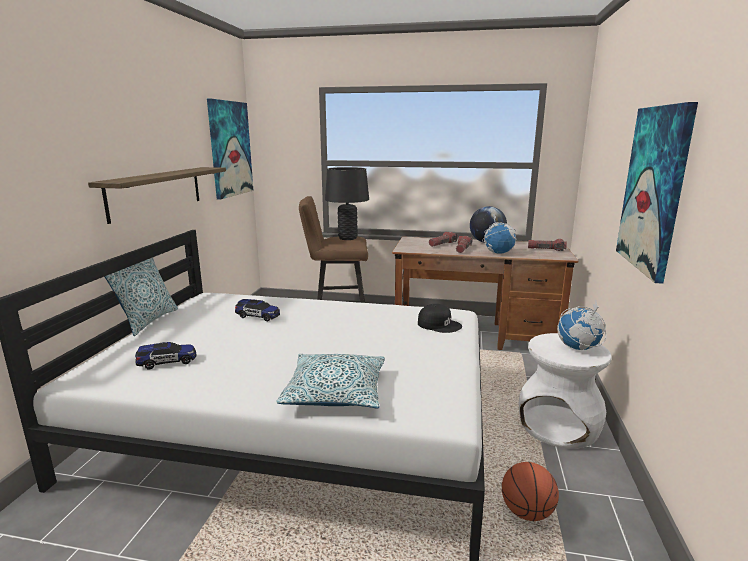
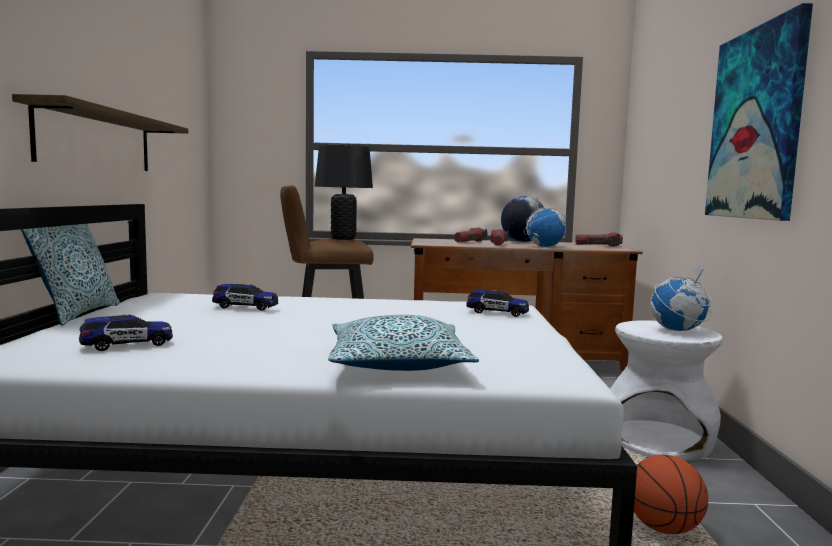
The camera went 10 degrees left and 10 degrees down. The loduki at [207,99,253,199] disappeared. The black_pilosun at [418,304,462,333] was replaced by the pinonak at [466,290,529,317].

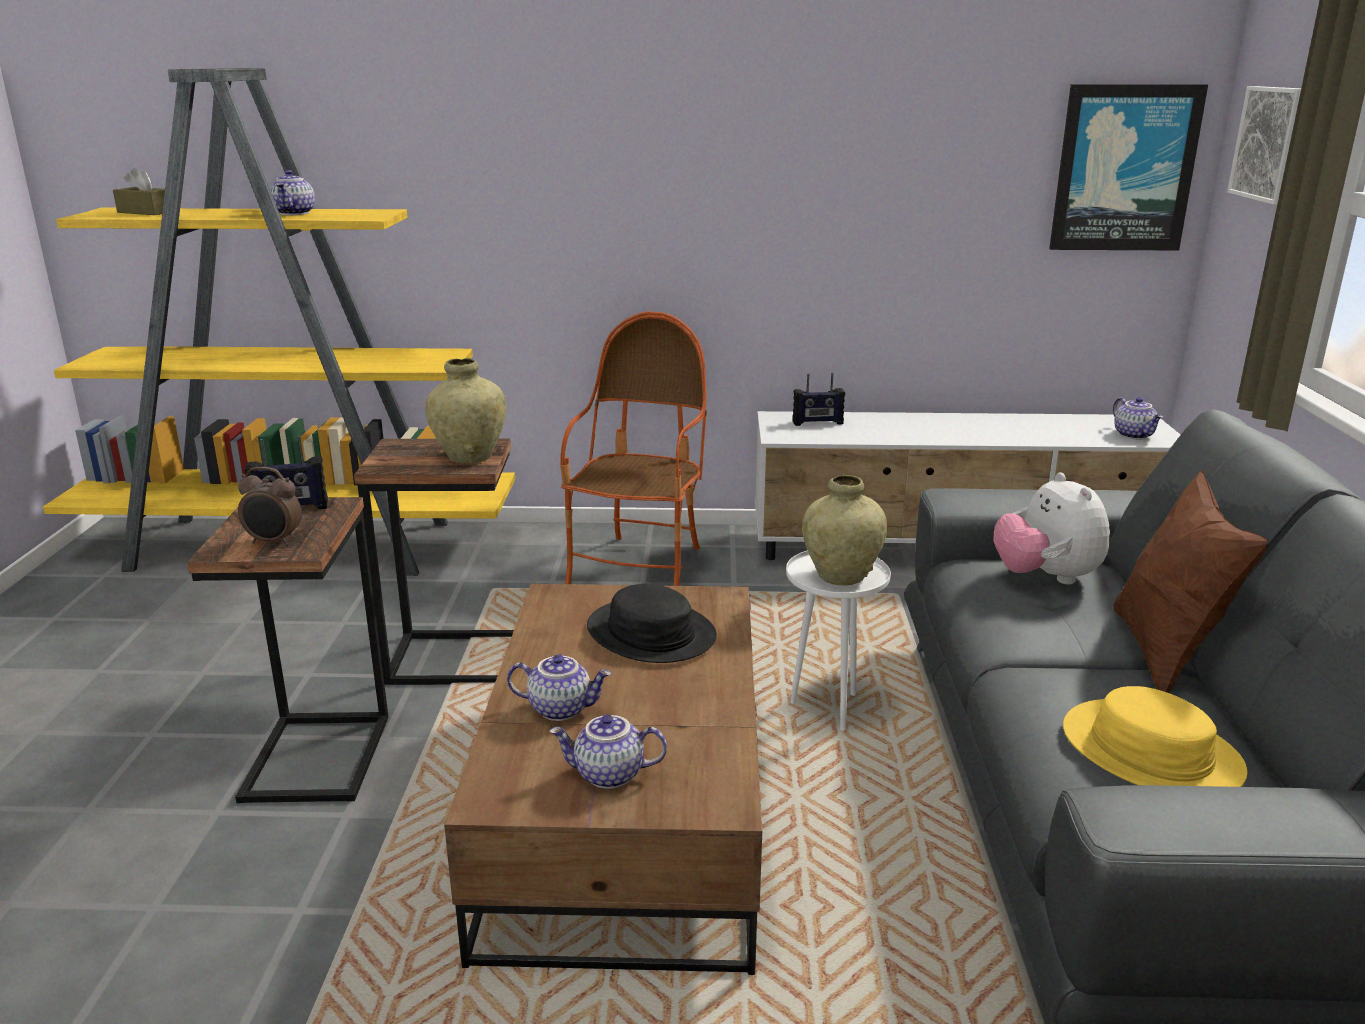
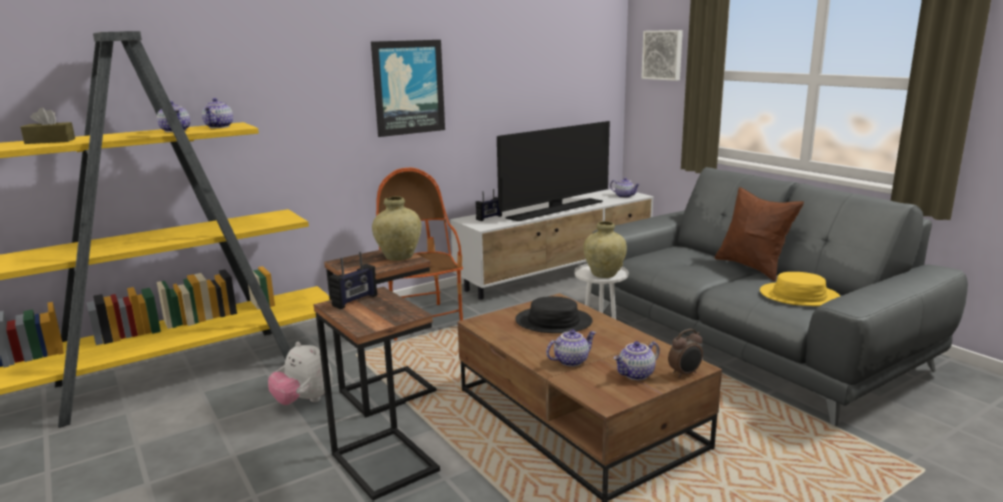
The camera went 35 degrees left and 5 degrees down. The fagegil at [202,98,233,128] appeared. The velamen at [497,121,610,221] appeared. The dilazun moved from [238,467,302,546] to [668,329,703,378]. The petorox moved from [994,472,1110,585] to [268,342,333,405]. The loduki moved from [1049,84,1208,250] to [371,40,445,137].

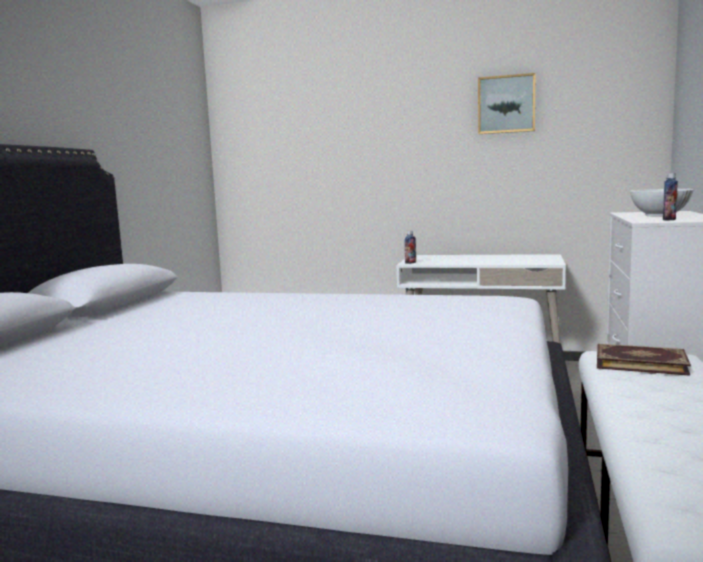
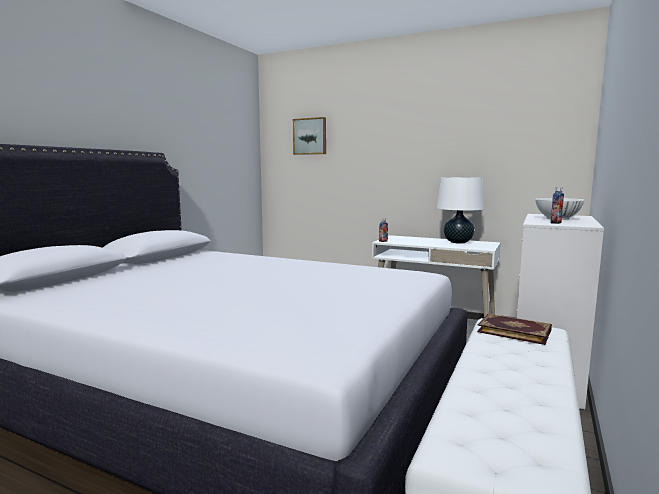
The camera went 10 degrees right and 0 degrees up. The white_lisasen at [437,177,484,244] appeared. The loduki moved from [478,73,535,134] to [293,117,326,155].

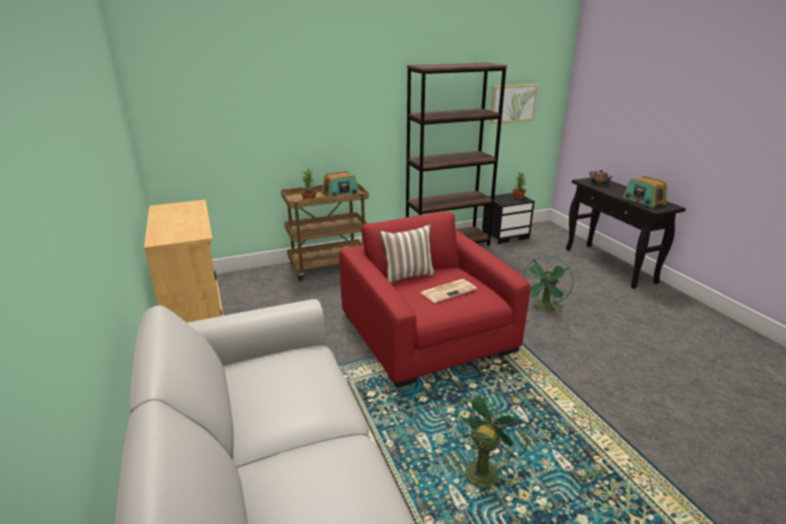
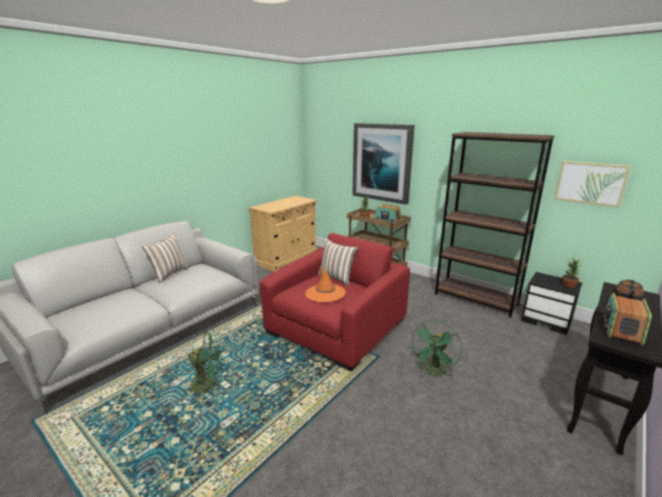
The camera went 60 degrees right and 5 degrees down. The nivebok at [142,234,188,283] appeared. The loduki at [353,123,415,205] appeared. The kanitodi at [420,279,477,303] was replaced by the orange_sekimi at [305,268,346,302]. The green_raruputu at [524,256,574,312] turned 60 degrees counterclockwise.

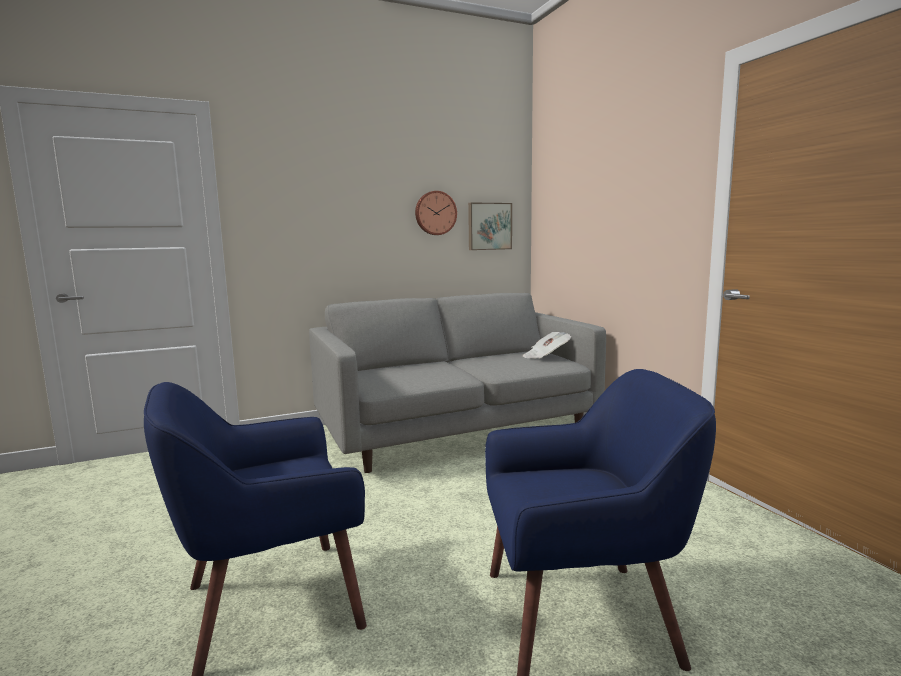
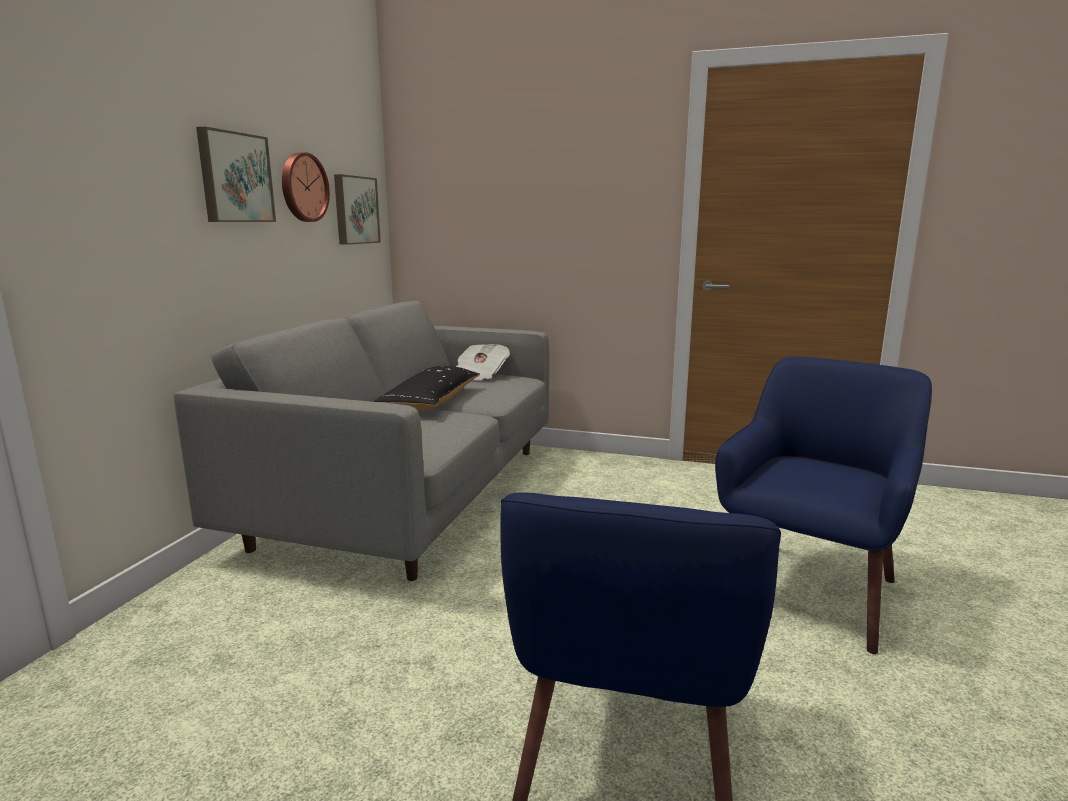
The camera went 50 degrees left and 5 degrees up. The loduki at [196,127,276,222] appeared. The black_nivebok at [374,366,480,411] appeared.

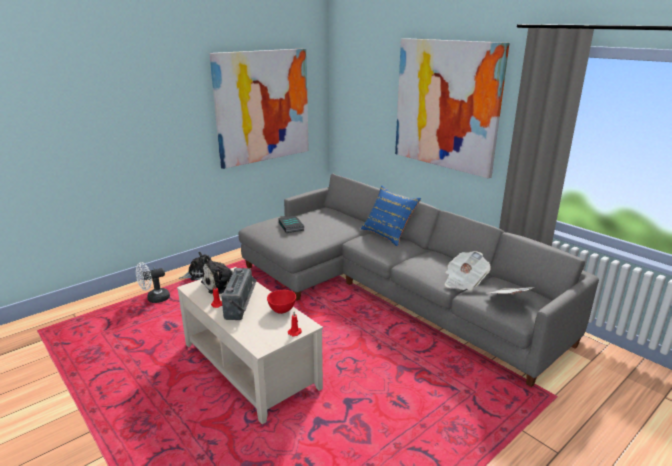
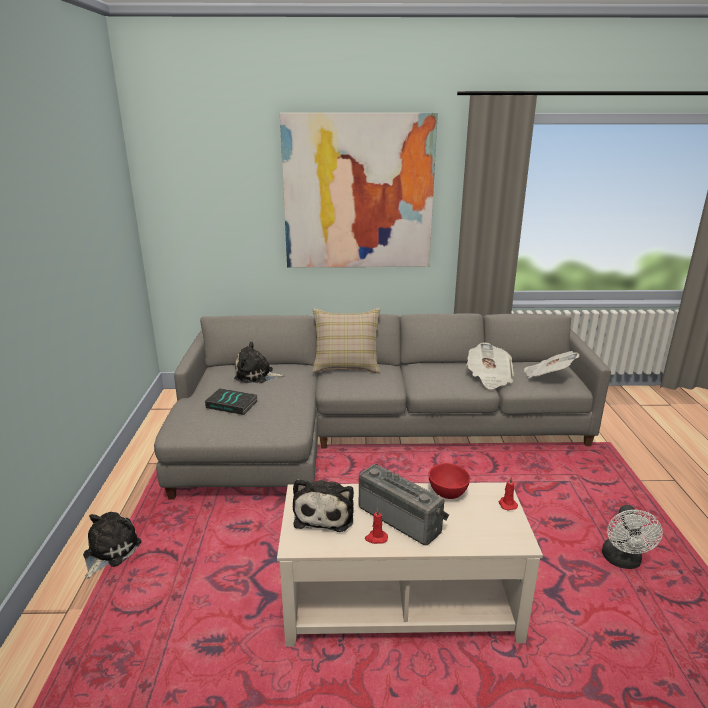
The camera went 50 degrees left and 0 degrees up. The loduki at [209,48,309,169] disappeared. The petorox at [234,341,285,383] appeared. The white_raruputu moved from [136,262,170,303] to [602,505,663,569]. The blue_nivebok at [361,186,421,246] became the beige_nivebok at [312,308,381,373].

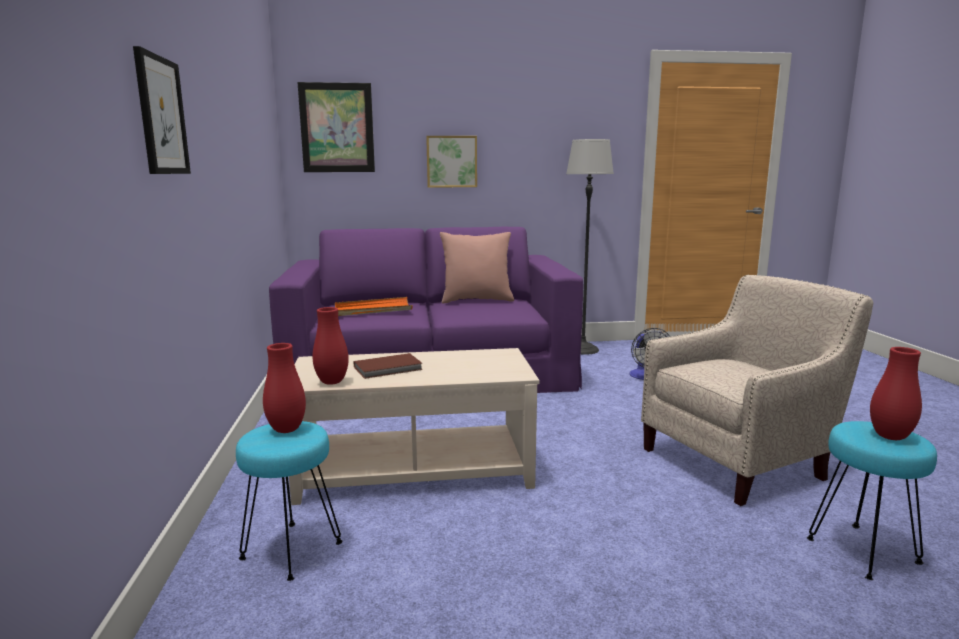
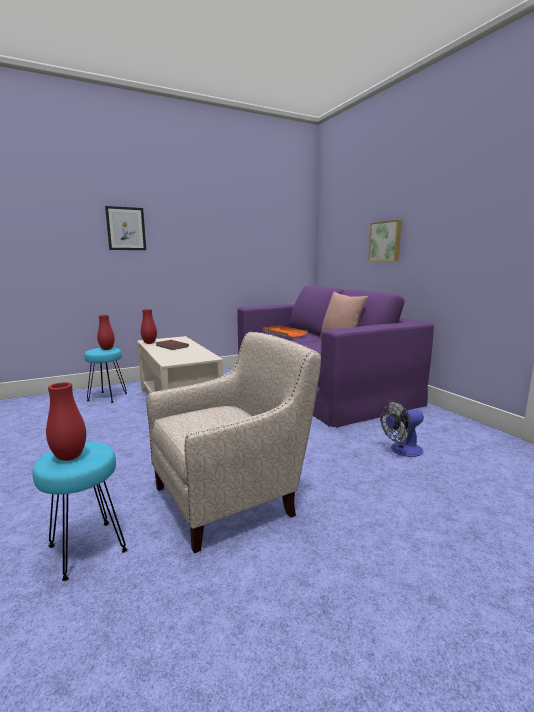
The camera went 70 degrees right and 0 degrees up. The loduki at [297,82,375,172] disappeared. The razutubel at [566,139,614,355] disappeared. The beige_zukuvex at [641,275,873,506] turned 75 degrees counterclockwise.

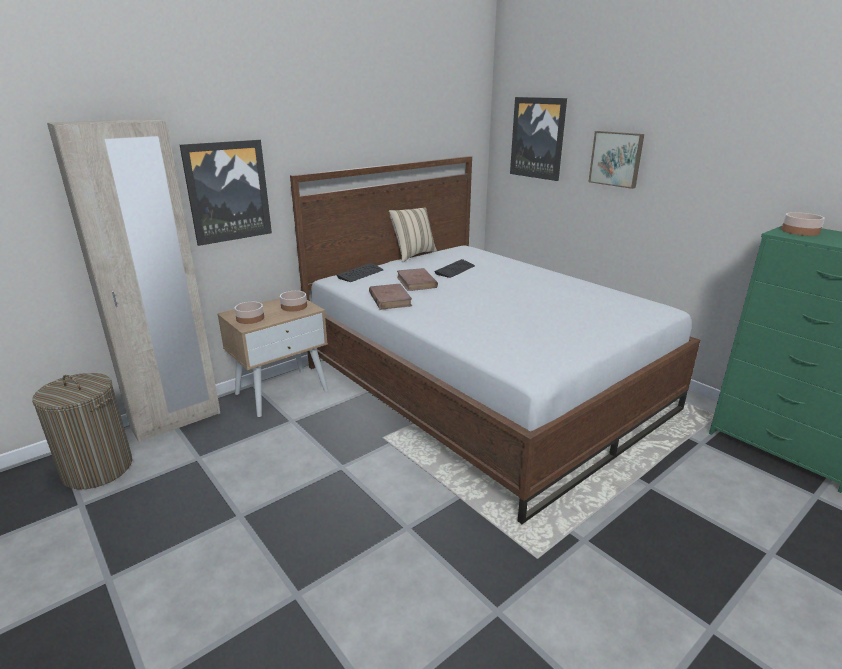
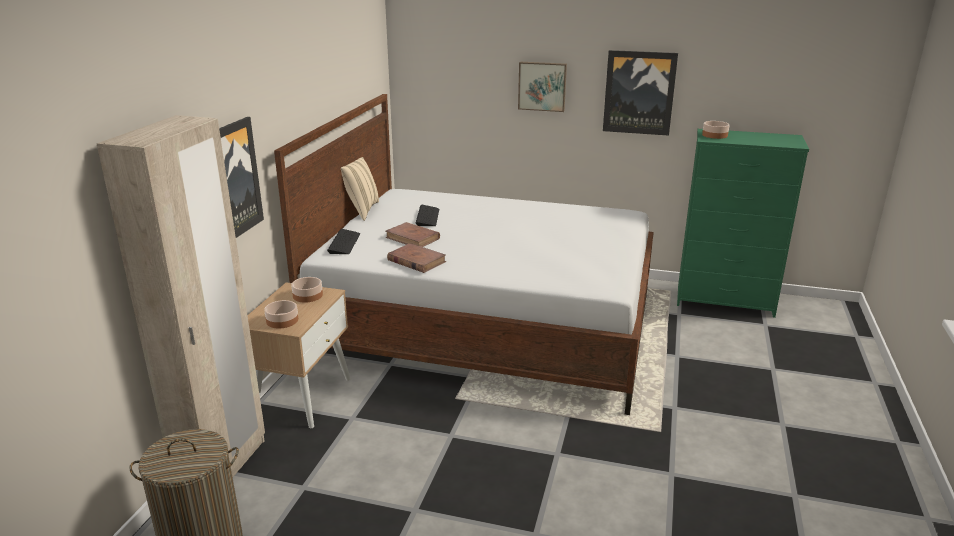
The camera went 35 degrees left and 0 degrees up. The loduki moved from [510,97,567,181] to [603,50,678,136].

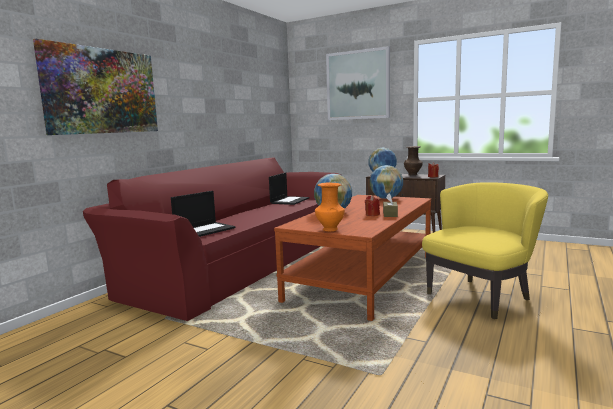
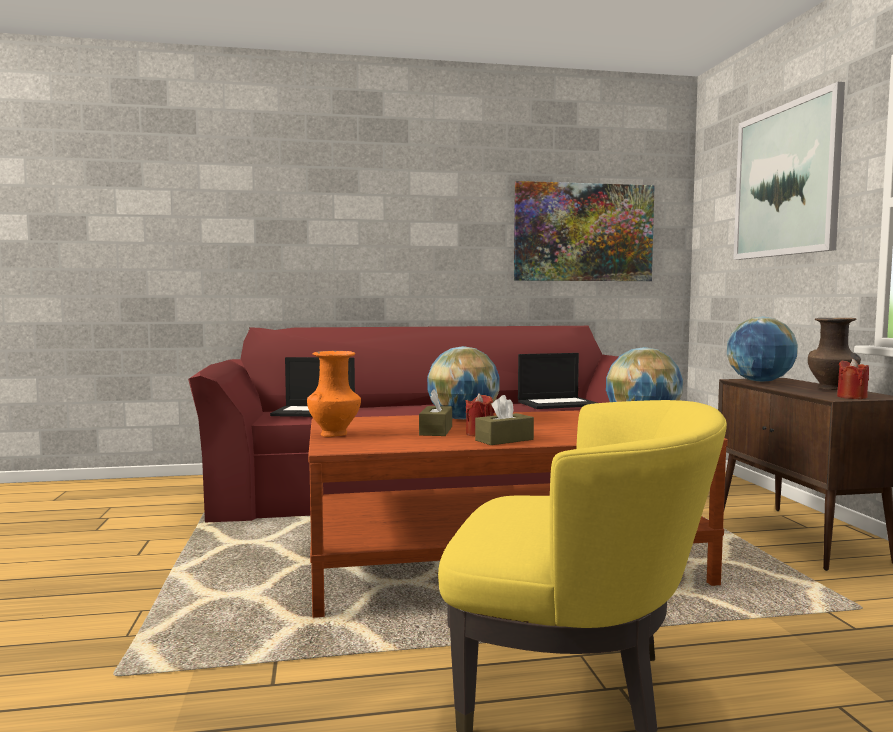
The camera went 50 degrees right and 5 degrees down. The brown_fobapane at [419,389,452,436] appeared. The loduki moved from [33,39,158,135] to [514,181,655,281].

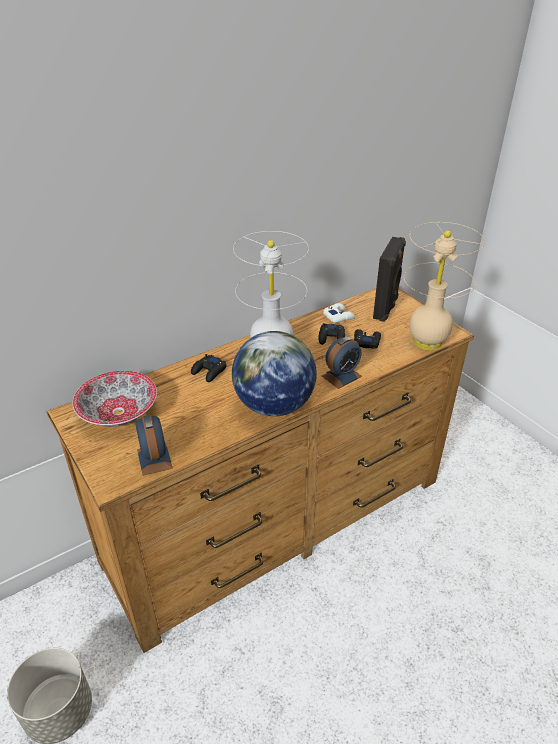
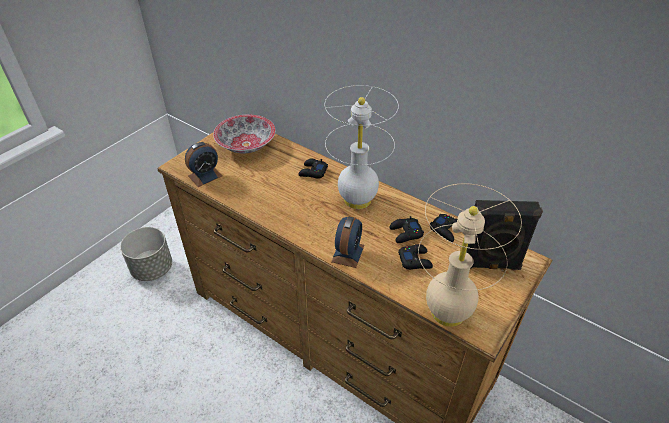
The camera went 70 degrees right and 5 degrees up. The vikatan at [232,331,317,417] disappeared. The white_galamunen at [323,303,355,323] became the black_galamunen at [430,214,457,242]. The dilazun at [322,337,362,389] turned 105 degrees counterclockwise.

